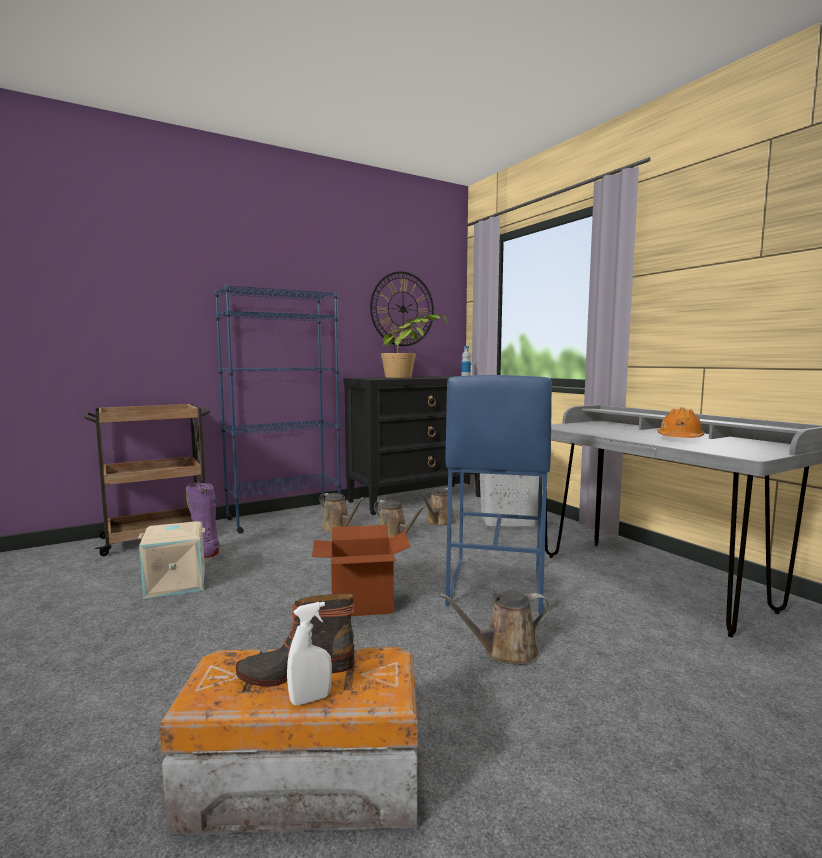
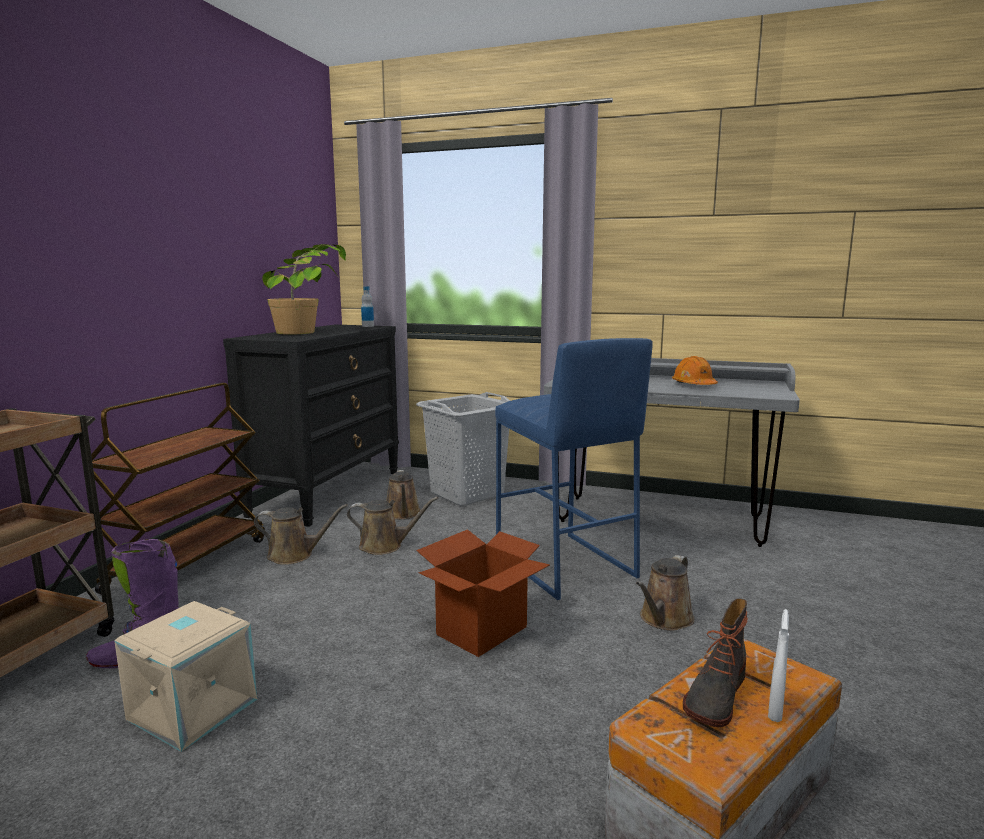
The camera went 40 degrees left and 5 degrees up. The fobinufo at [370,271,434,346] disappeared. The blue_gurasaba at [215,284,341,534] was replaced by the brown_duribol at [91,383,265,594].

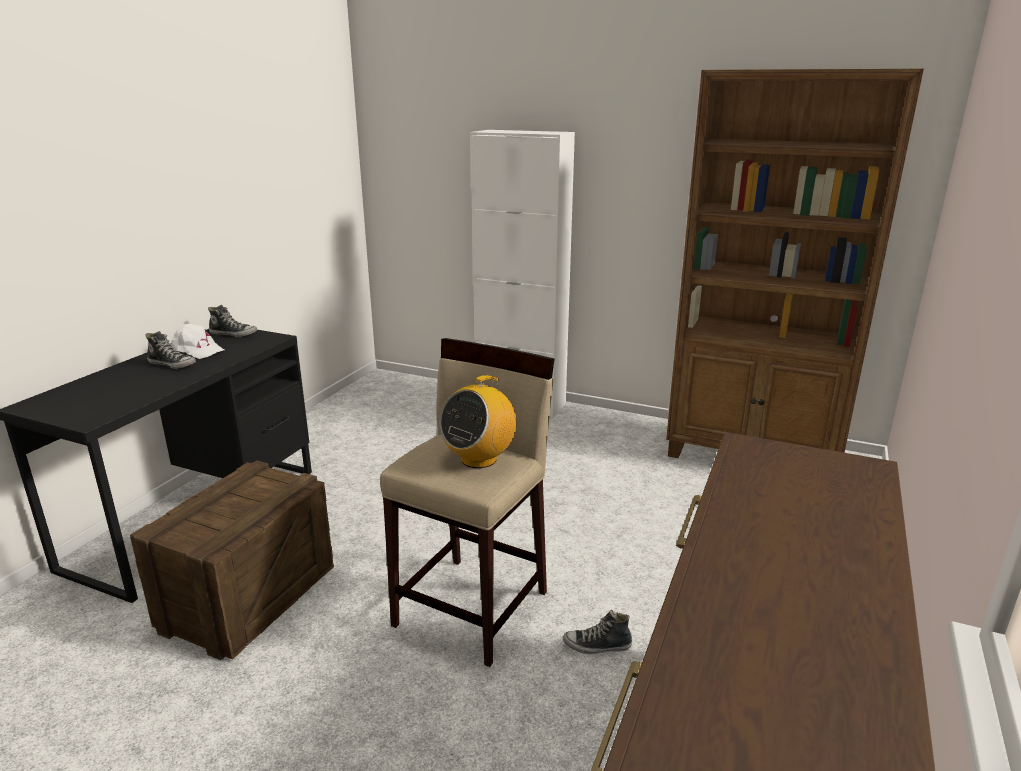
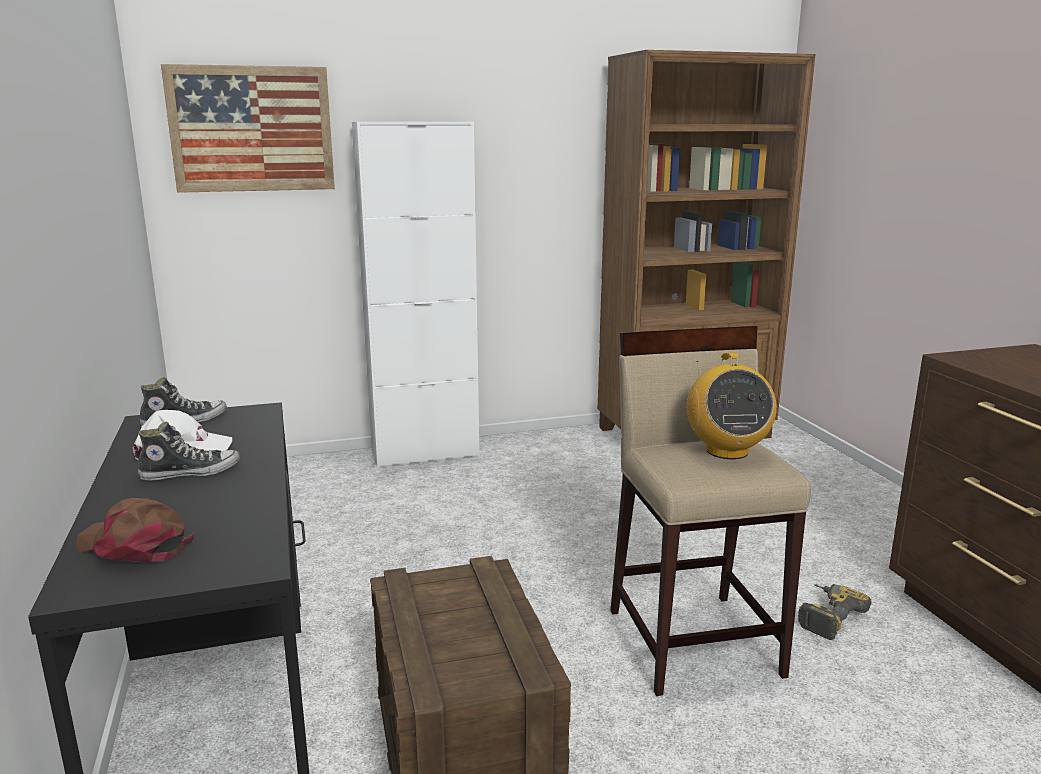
The camera went 40 degrees left and 5 degrees down. The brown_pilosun at [75,498,194,562] appeared. The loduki at [161,64,335,193] appeared. The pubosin at [563,610,632,654] was replaced by the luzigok at [798,584,872,640].

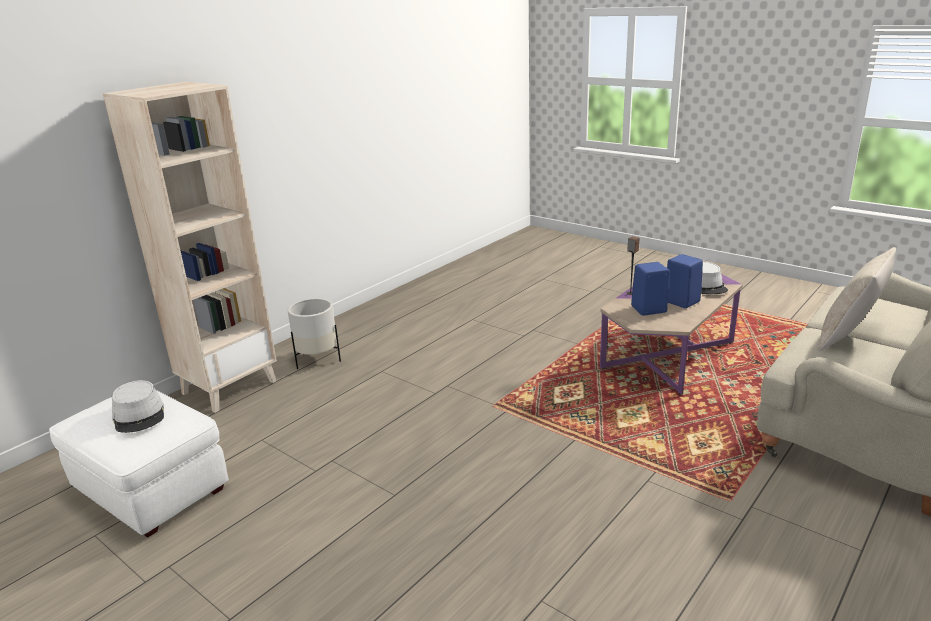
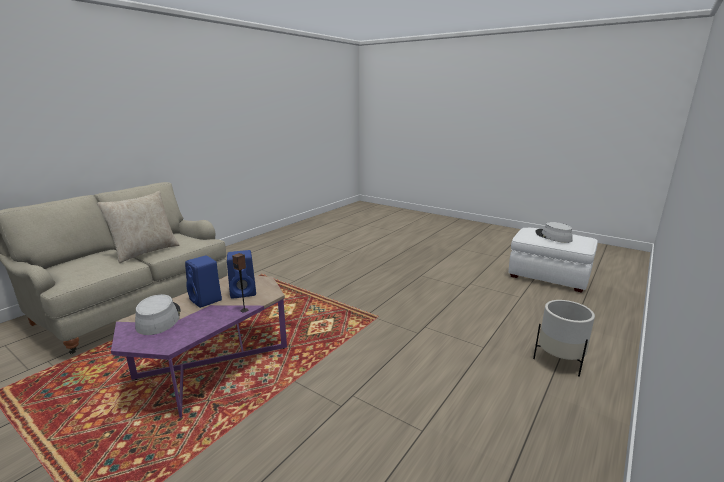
The camera went 175 degrees right and 5 degrees down. The beige_gurasaba at [103,82,277,413] disappeared.

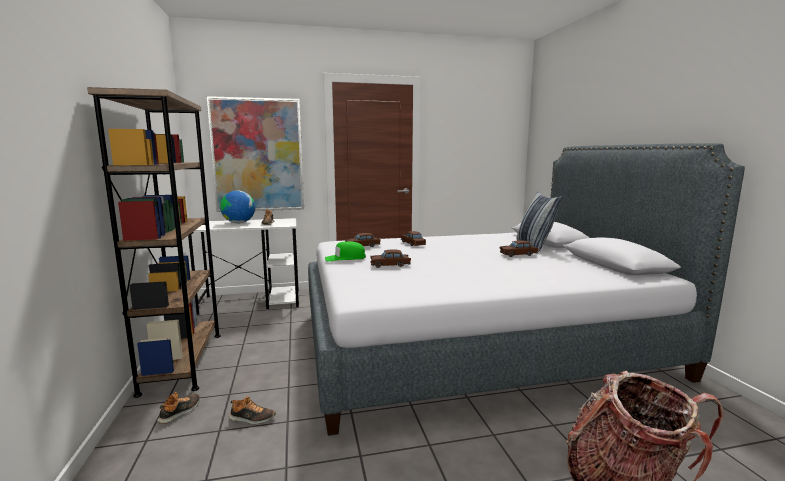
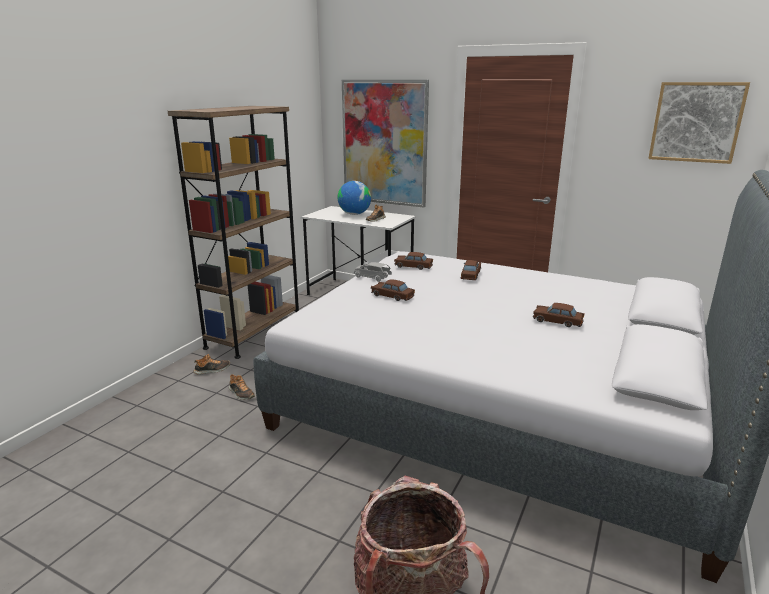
The camera went 40 degrees right and 10 degrees up. The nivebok at [517,192,562,252] disappeared. The loduki at [648,82,750,164] appeared. The green_pilosun at [325,241,366,262] was replaced by the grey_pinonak at [354,262,392,282].

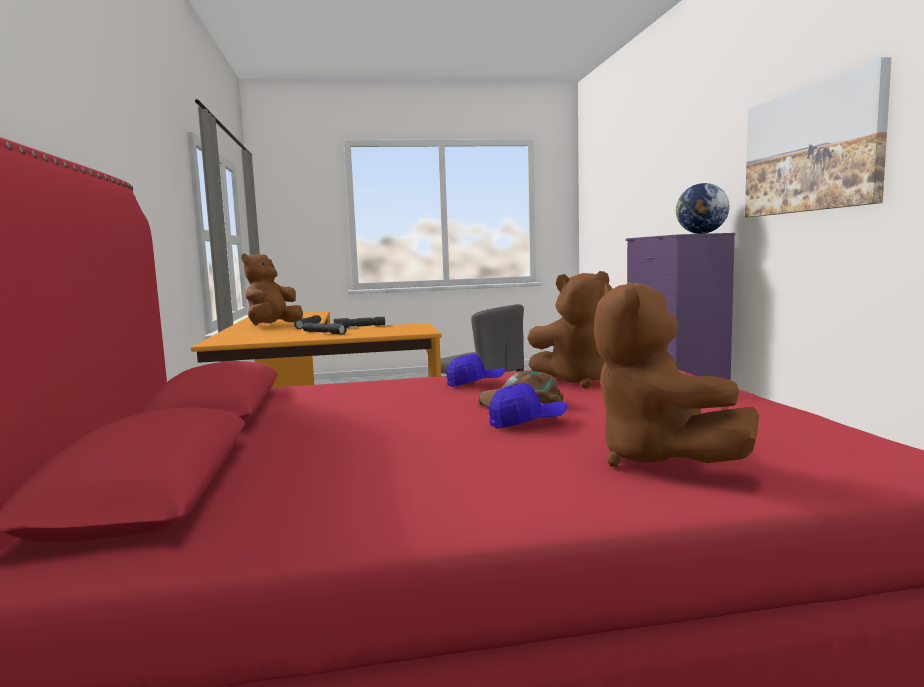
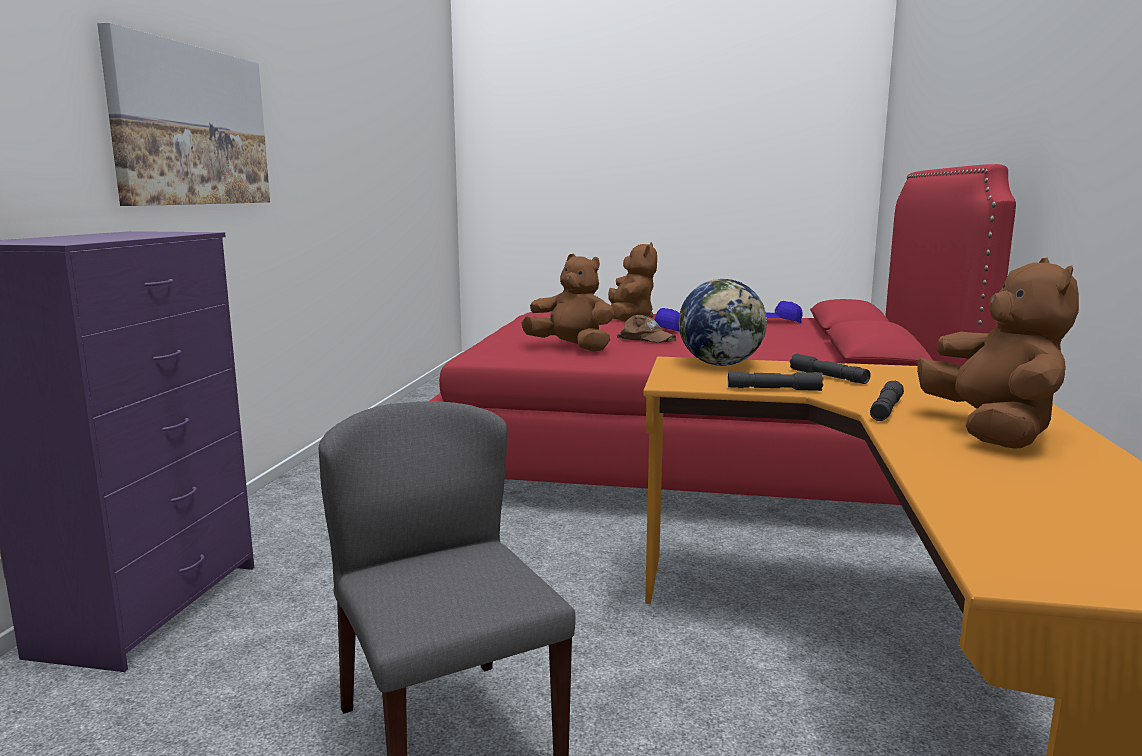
The camera went 160 degrees left and 5 degrees up. The blue_pilosun moved from [446,354,505,387] to [766,301,803,323]. The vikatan moved from [676,183,730,234] to [679,279,767,366]. The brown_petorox at [241,253,303,325] turned 45 degrees counterclockwise.

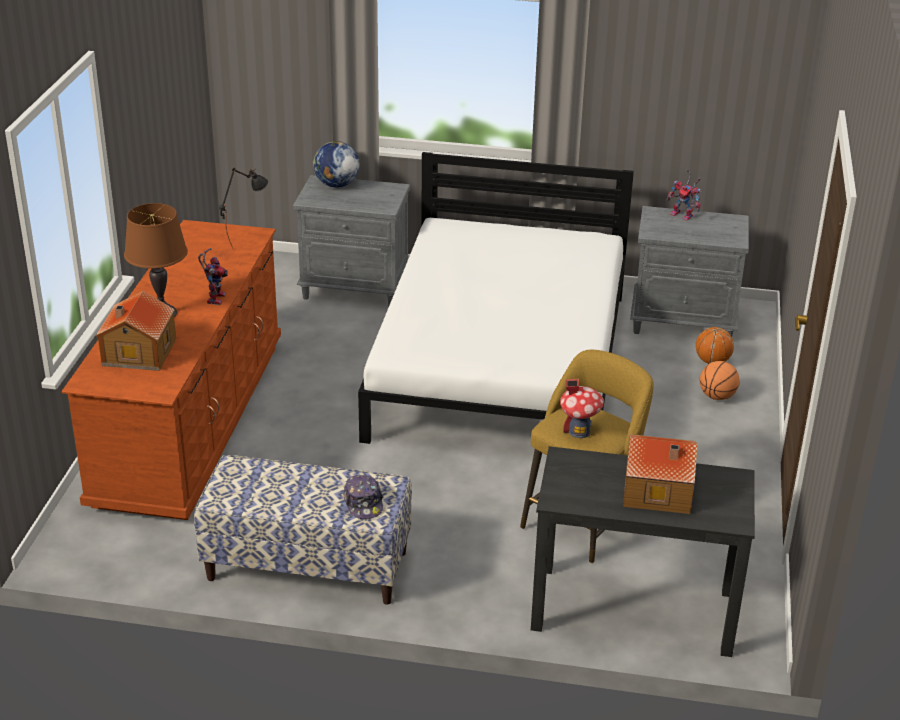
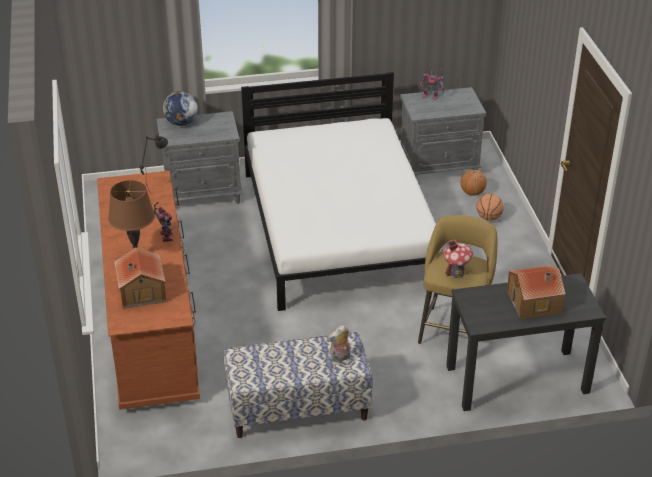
The camera went 20 degrees left and 5 degrees up. The pilosun at [343,475,383,519] was replaced by the petorox at [328,325,351,362].

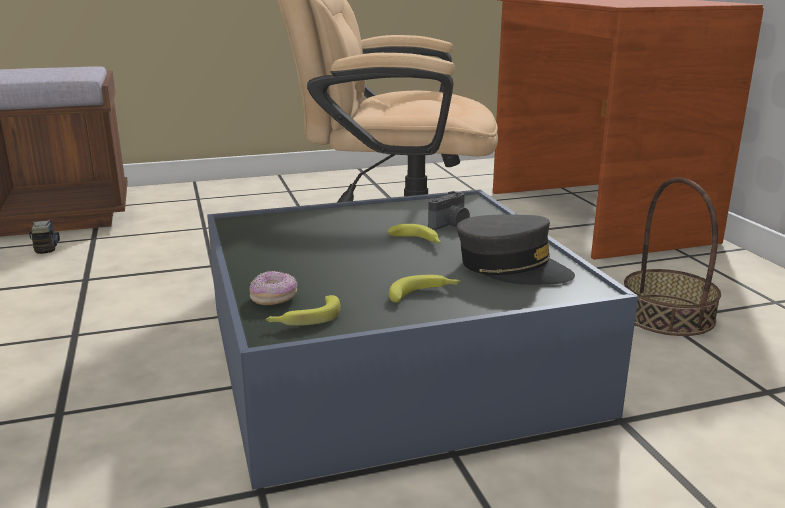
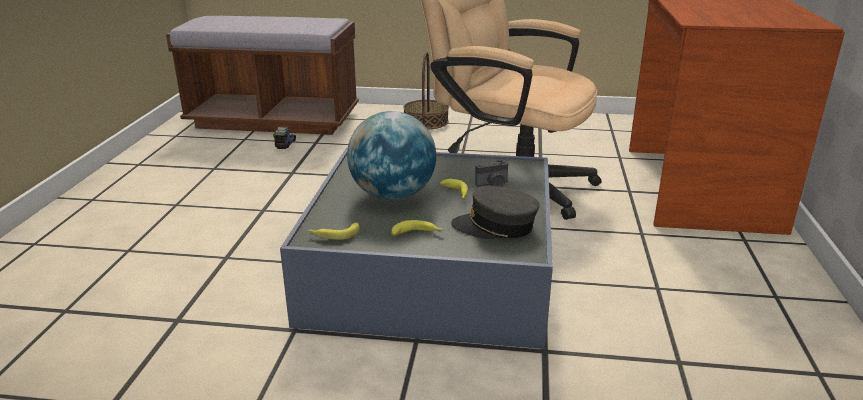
The camera went 25 degrees right and 5 degrees up. The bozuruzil at [249,271,297,305] disappeared. The vikatan at [347,111,436,200] appeared. The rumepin moved from [624,177,721,336] to [403,51,449,129]. The grey_pilosun at [456,215,575,285] turned 135 degrees clockwise.

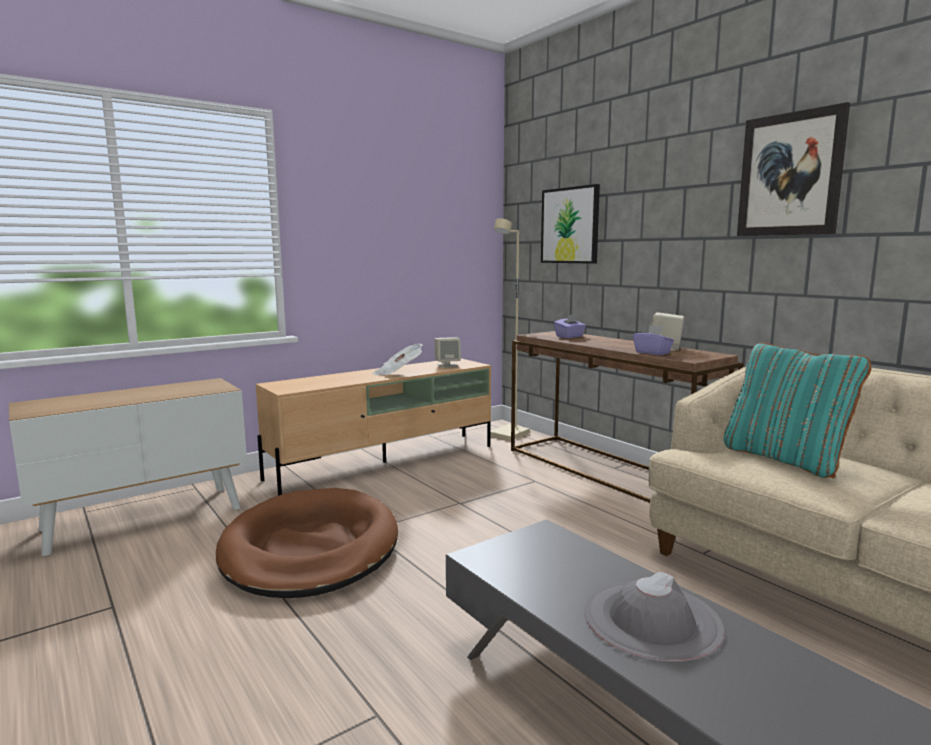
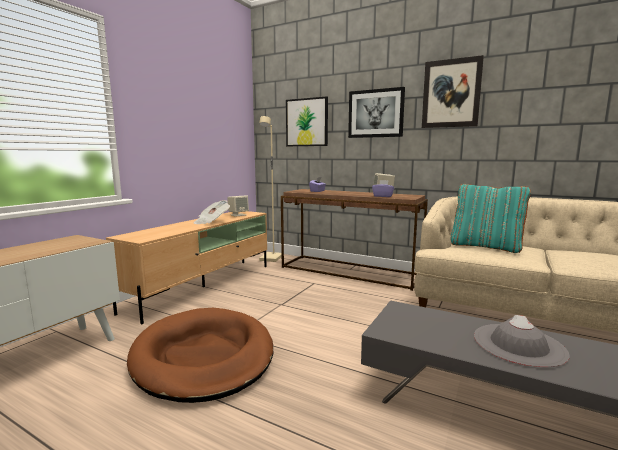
The camera went 25 degrees left and 0 degrees up. The loduki at [348,87,405,138] appeared.

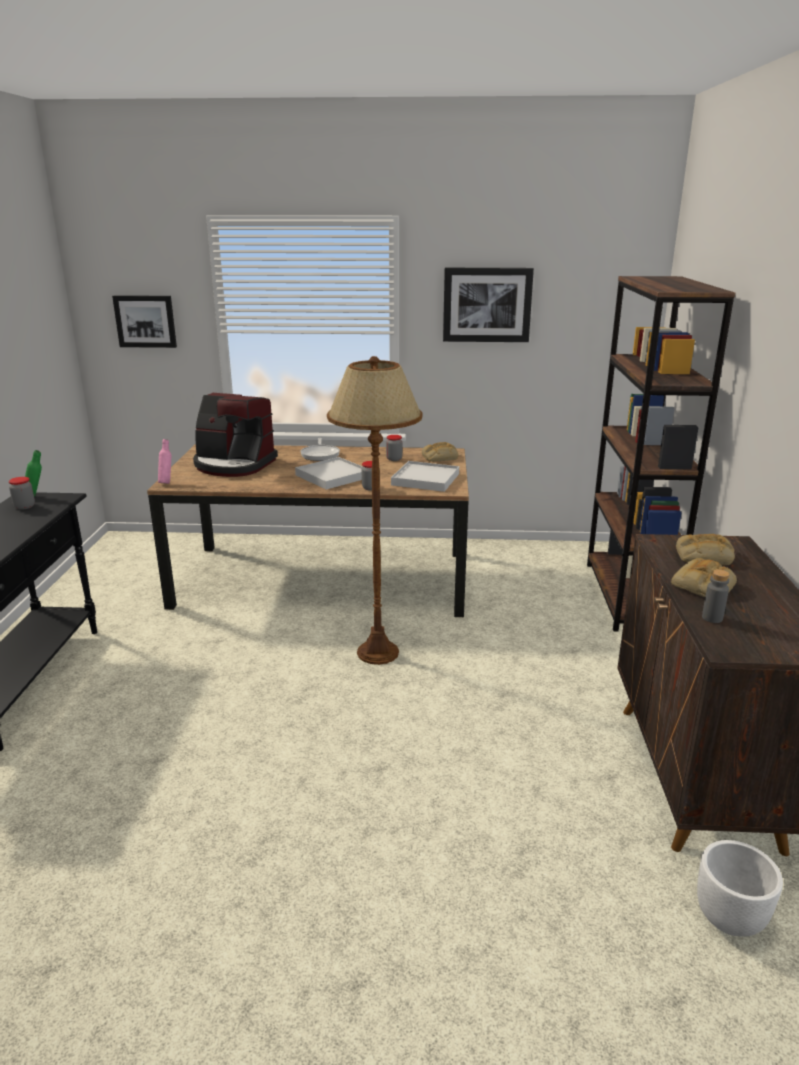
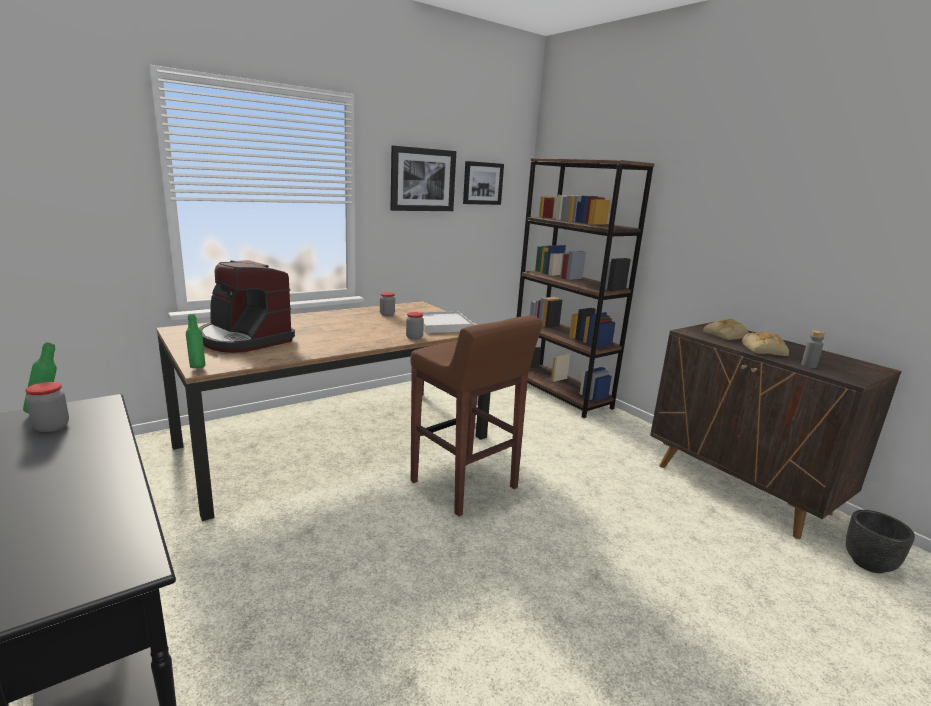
The camera went 40 degrees left and 5 degrees down. The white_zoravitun at [295,457,363,490] disappeared. The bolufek at [300,438,340,461] disappeared. The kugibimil at [422,442,459,462] disappeared. The loduki moved from [112,295,177,348] to [463,161,504,205]. The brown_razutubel at [327,356,423,665] was replaced by the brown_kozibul at [411,315,543,516]. The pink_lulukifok at [158,439,171,484] became the green_lulukifok at [186,314,205,368]. The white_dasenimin at [697,840,783,937] became the black_dasenimin at [846,510,915,573]. The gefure at [193,393,278,477] turned 60 degrees clockwise.

